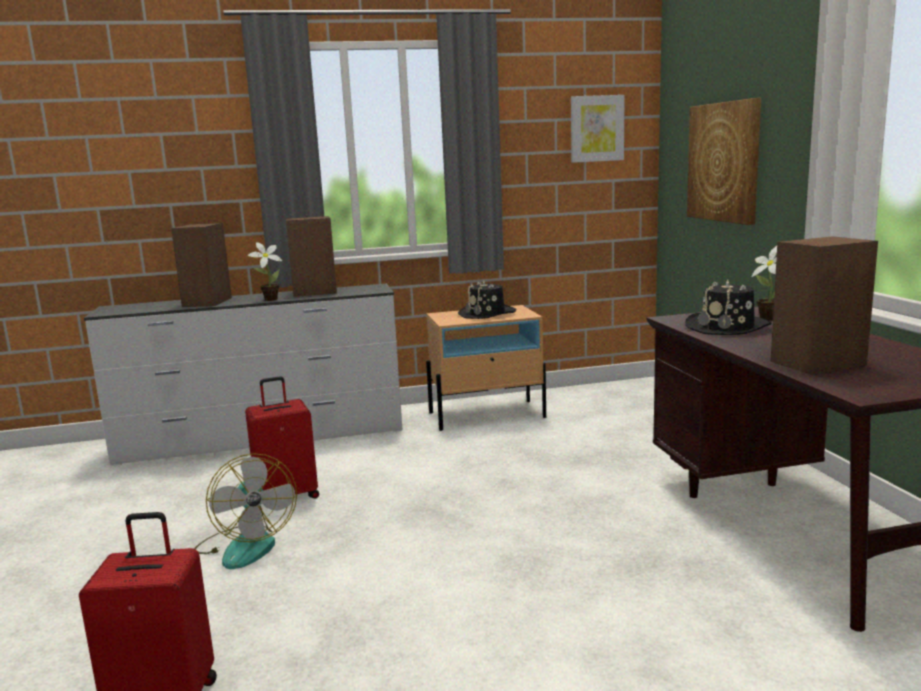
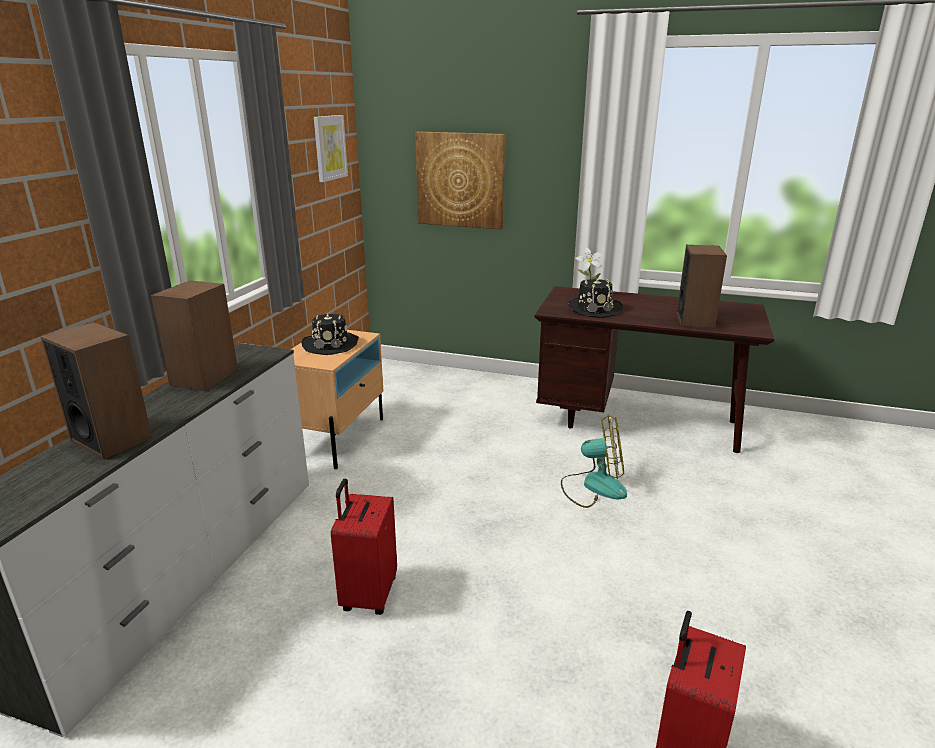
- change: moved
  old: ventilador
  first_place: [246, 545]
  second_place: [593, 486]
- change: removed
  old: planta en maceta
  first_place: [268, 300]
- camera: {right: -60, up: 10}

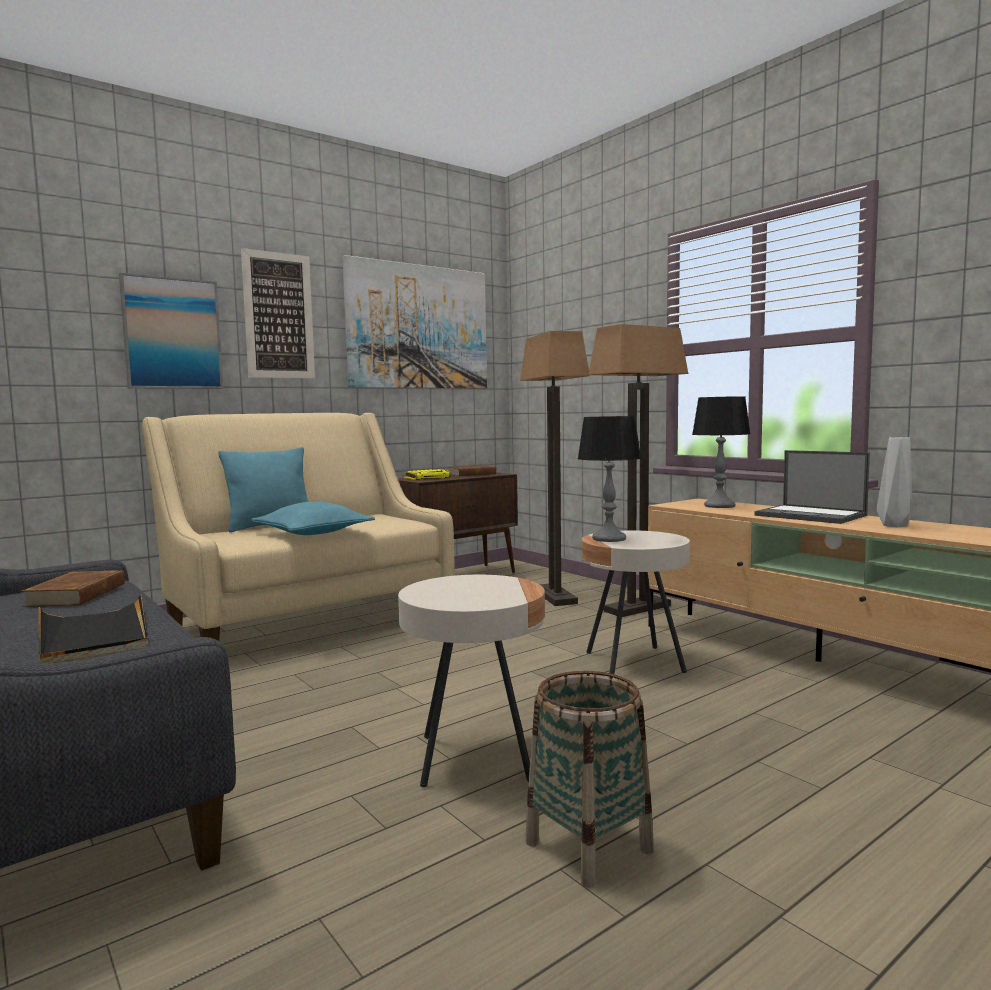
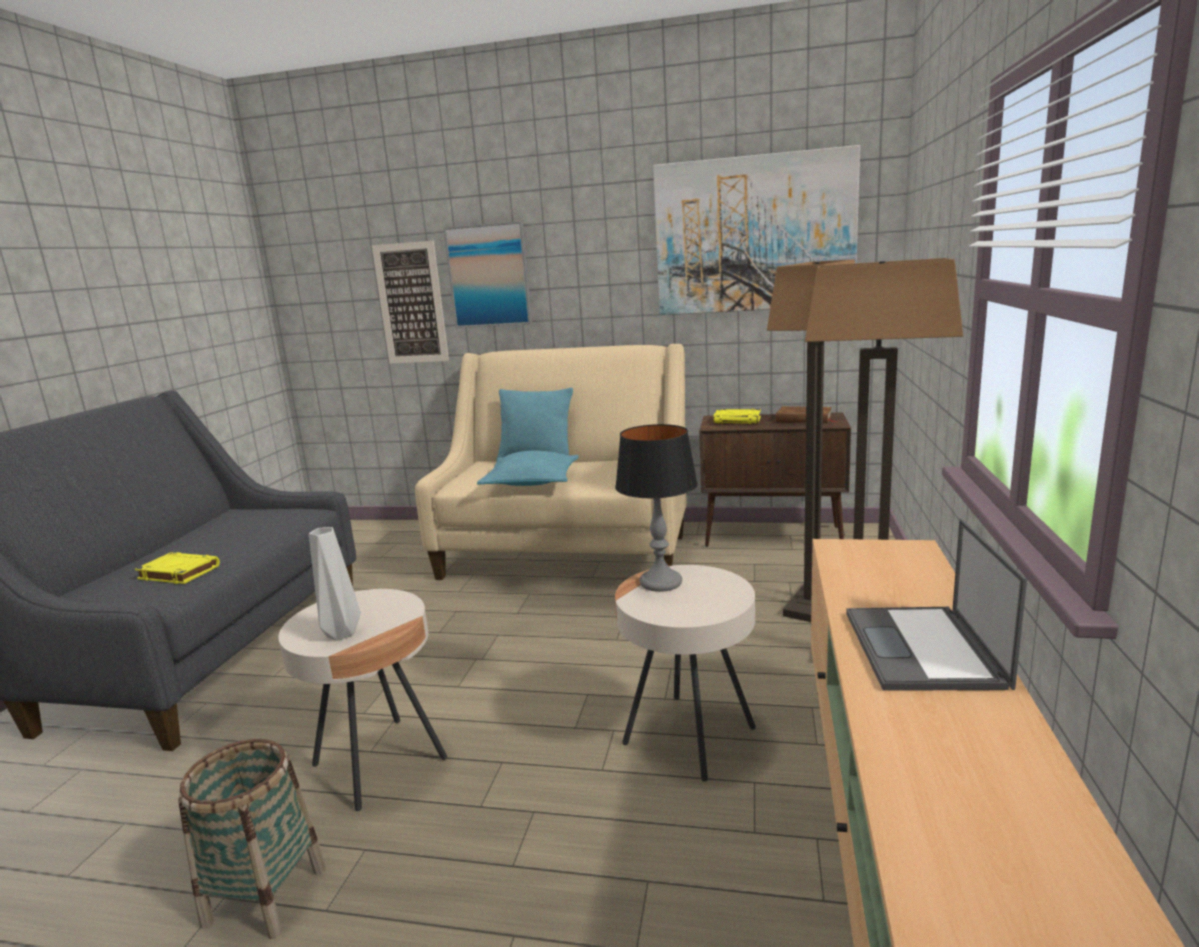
- change: replaced
  old: bandeja/negro
  new: libro/amarillo
  first_place: [94, 636]
  second_place: [178, 573]
- change: moved
  old: florero/gris
  first_place: [894, 525]
  second_place: [343, 633]
- change: moved
  old: cuadro
  first_place: [278, 316]
  second_place: [411, 303]
- change: removed
  old: libro/marrón
  first_place: [77, 594]
- change: removed
  old: lámpara de mesa
  first_place: [719, 506]
- camera: {right: 50, up: 10}

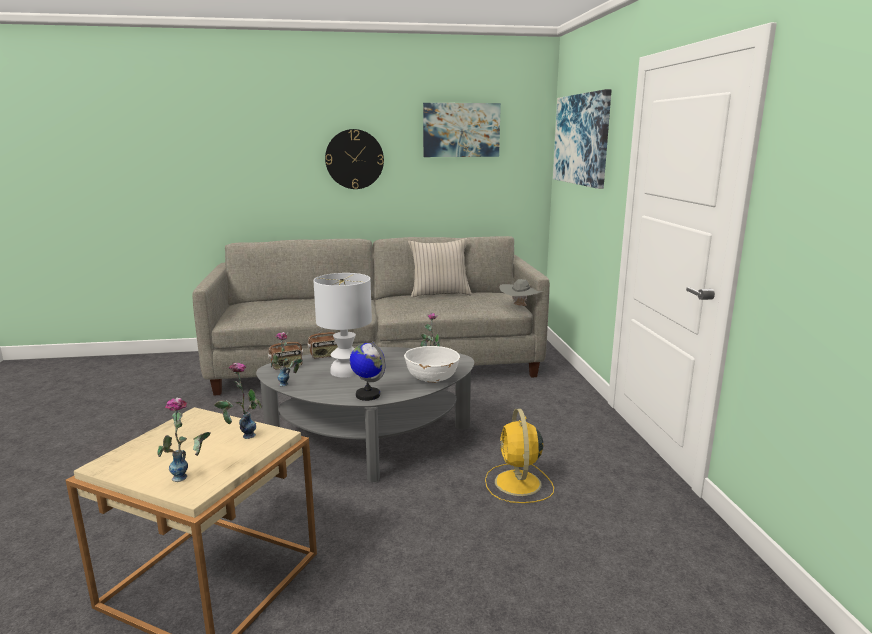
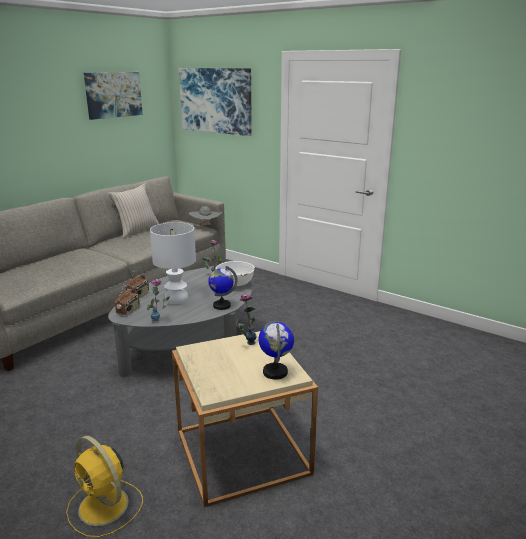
- change: moved
  old: ventilador/amarillo
  first_place: [518, 484]
  second_place: [105, 507]
- change: replaced
  old: florero
  new: globo terráqueo
  first_place: [190, 478]
  second_place: [275, 372]
- change: removed
  old: reloj de pared
  first_place: [354, 159]
- camera: {right: -45, up: 5}

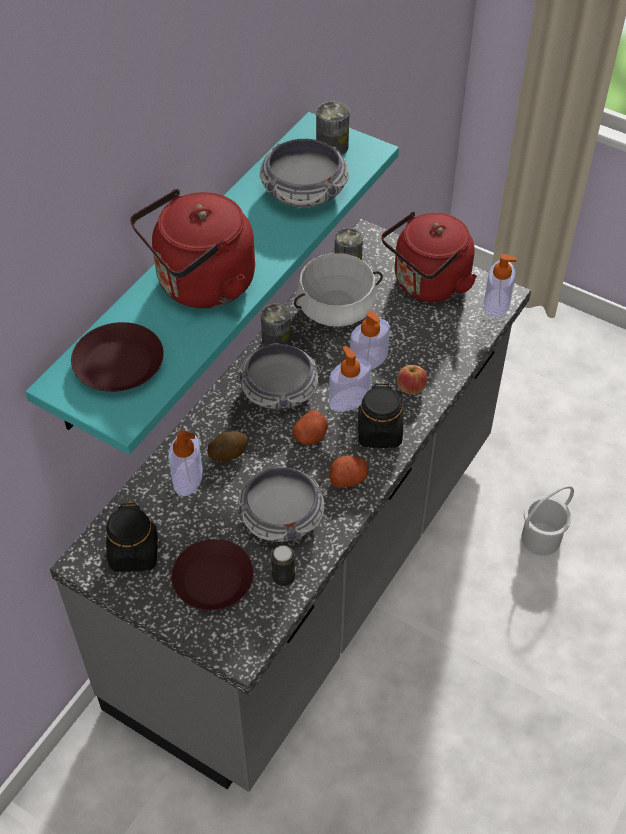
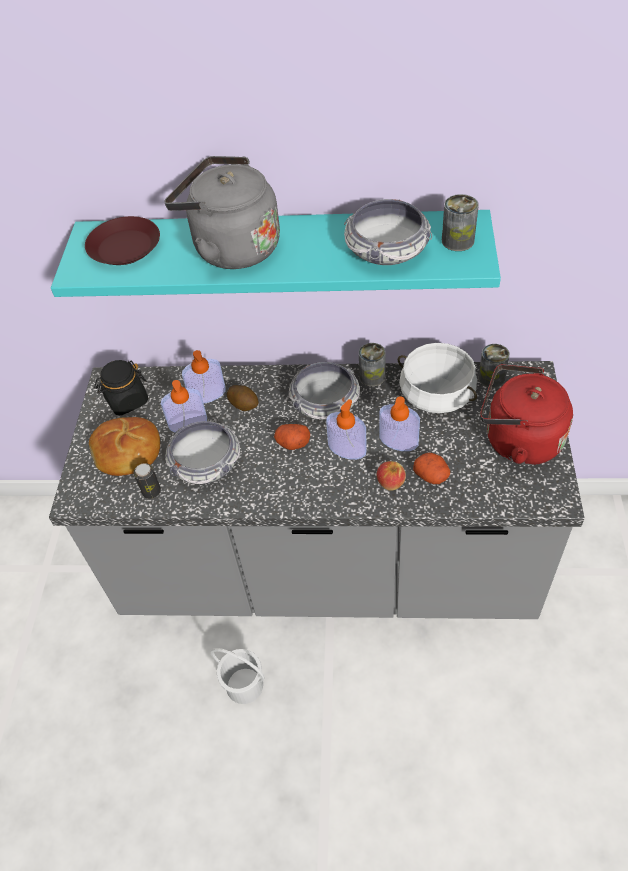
- change: replaced
  old: plato/marrón
  new: pan
  first_place: [213, 580]
  second_place: [128, 453]
- change: moved
  old: dispensador de jabón
  first_place: [496, 303]
  second_place: [188, 423]
- change: recoloured
  old: hervidor/rojo
  new: hervidor/gris
  first_place: [201, 286]
  second_place: [232, 248]
- change: moved
  old: cubo/blanco
  first_place: [540, 538]
  second_place: [244, 684]
- change: moved
  old: patata
  first_place: [348, 478]
  second_place: [432, 475]
- change: removed
  old: tarro/negro
  first_place: [379, 433]
- camera: {right: 65, up: 0}

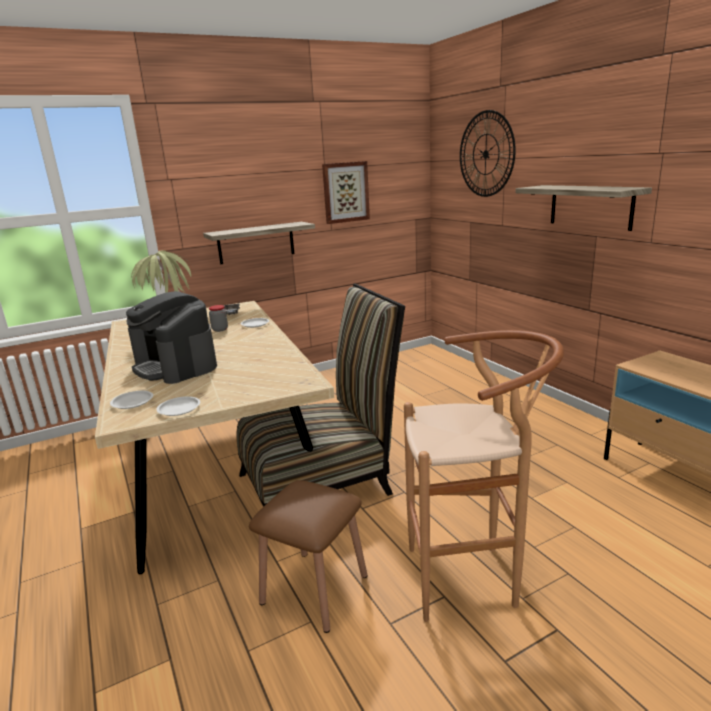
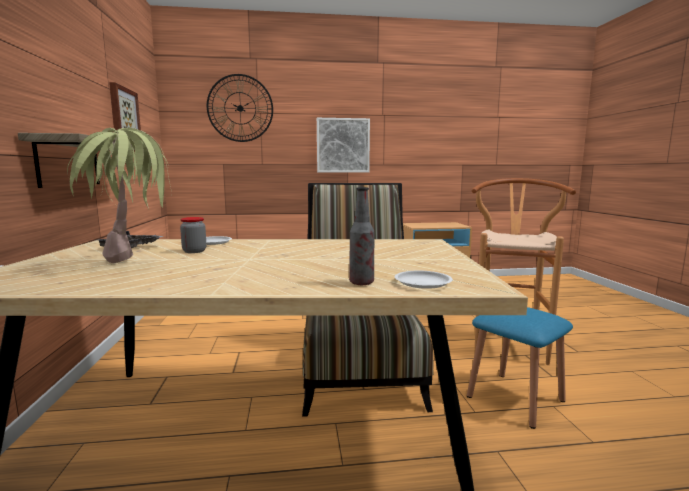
- change: replaced
  old: estante
  new: cuadro
  first_place: [590, 206]
  second_place: [343, 145]
- change: added
  new: botella
  second_place: [361, 283]
- change: recoloured
  old: taburete/marrón
  new: taburete/azul
  first_place: [314, 589]
  second_place: [515, 398]
- change: removed
  old: cafetera
  first_place: [176, 366]
- change: removed
  old: plato/blanco
  first_place: [179, 409]
- camera: {right: -70, up: -10}

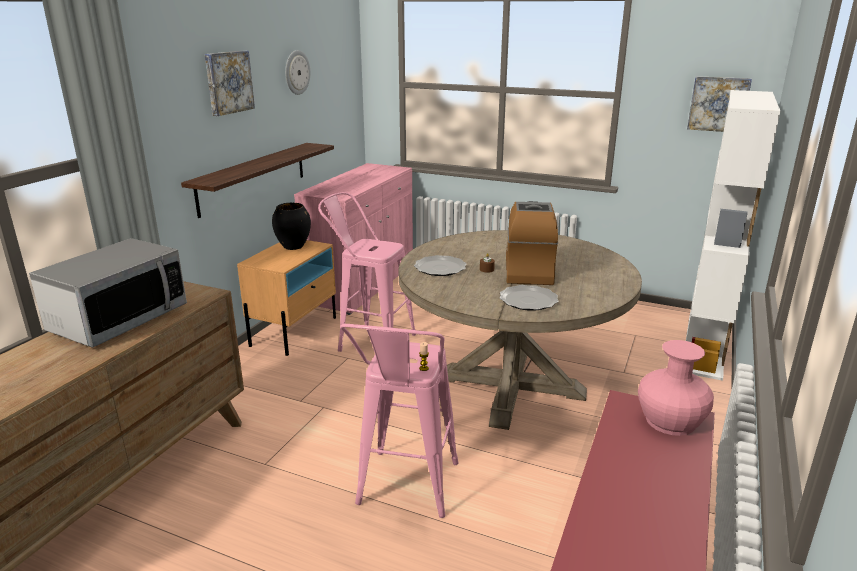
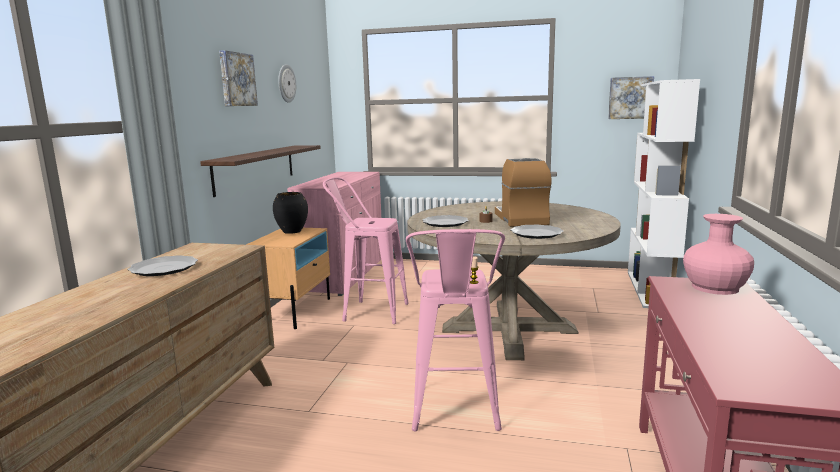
- change: replaced
  old: microondas
  new: plato
  first_place: [119, 319]
  second_place: [164, 268]
- camera: {right: -10, up: -10}

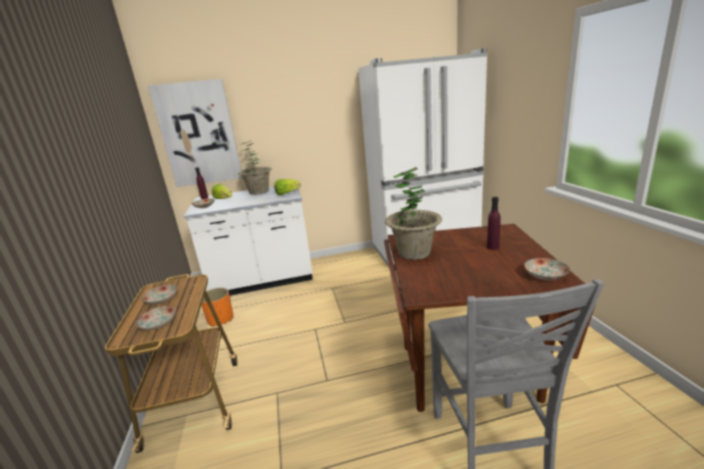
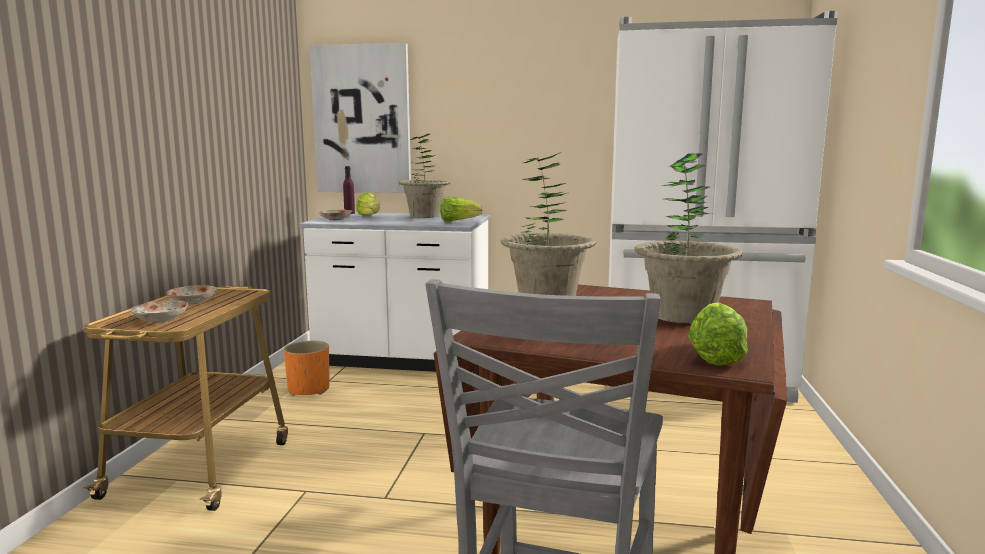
- change: replaced
  old: botella/morado
  new: planta en maceta
  first_place: [492, 247]
  second_place: [683, 316]
- change: replaced
  old: plato
  new: lechuga
  first_place: [545, 276]
  second_place: [715, 356]
- camera: {right: 20, up: -10}

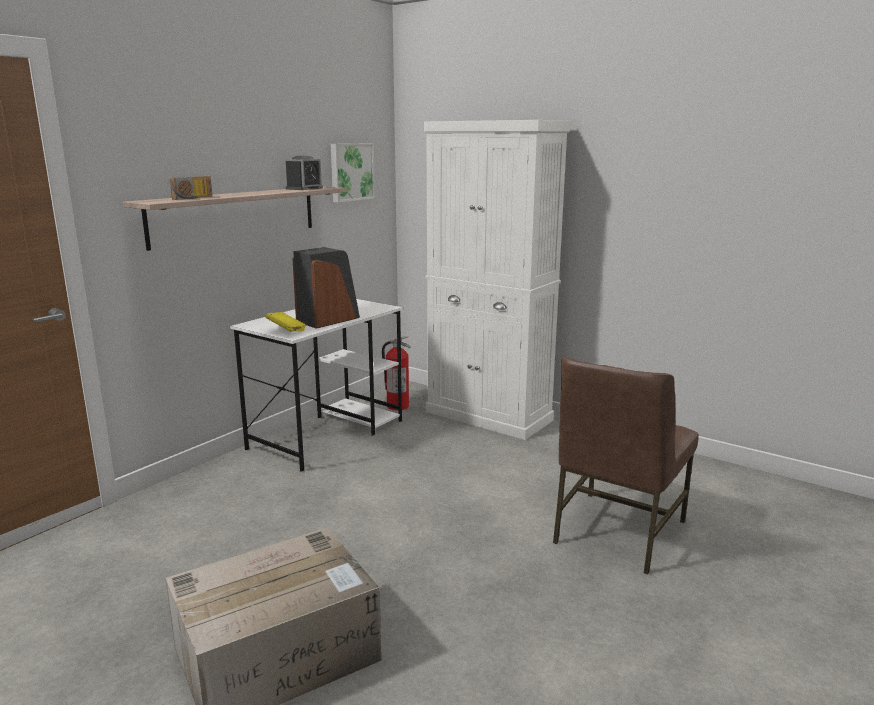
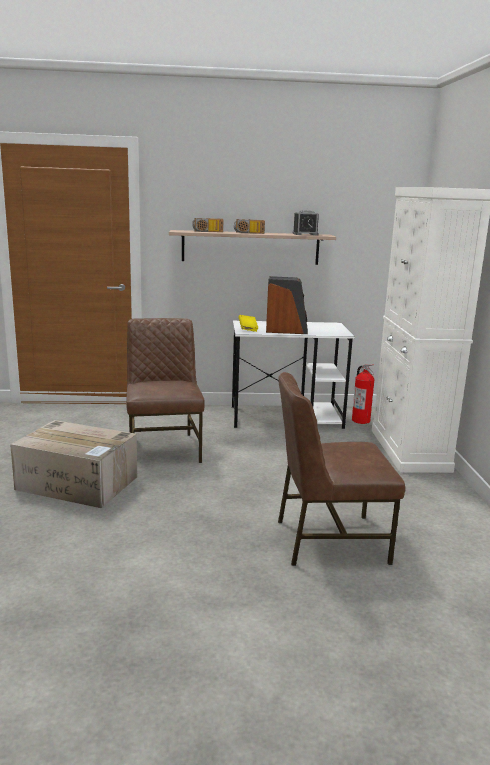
- change: added
  new: silla/marrón
  second_place: [164, 448]
- change: added
  new: radio
  second_place: [248, 233]
- change: removed
  old: cuadro
  first_place: [351, 172]
- camera: {right: 50, up: 0}

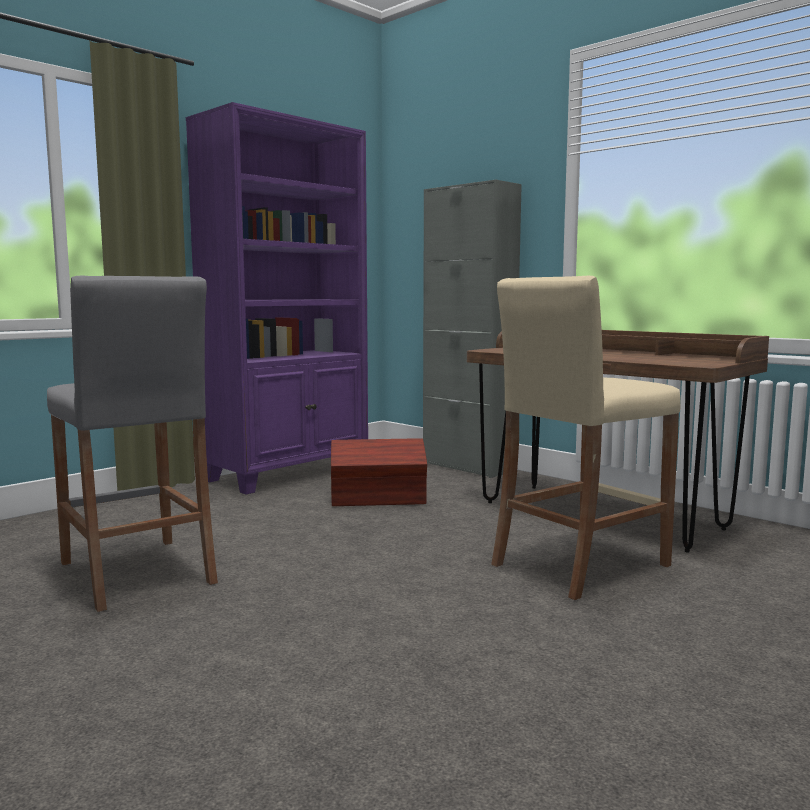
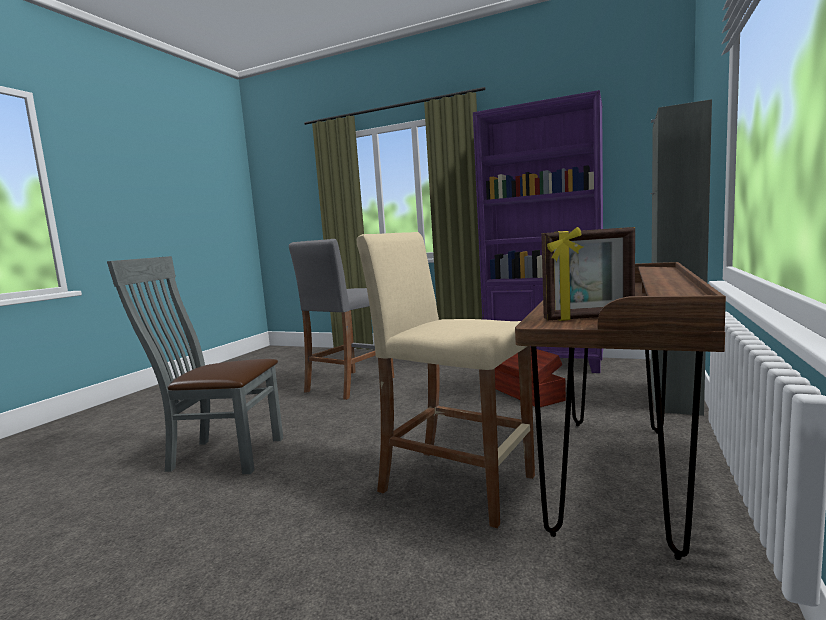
- change: added
  new: silla/gris
  second_place: [220, 455]
- change: added
  new: portarretratos
  second_place: [589, 318]
- camera: {right: 70, up: 0}

